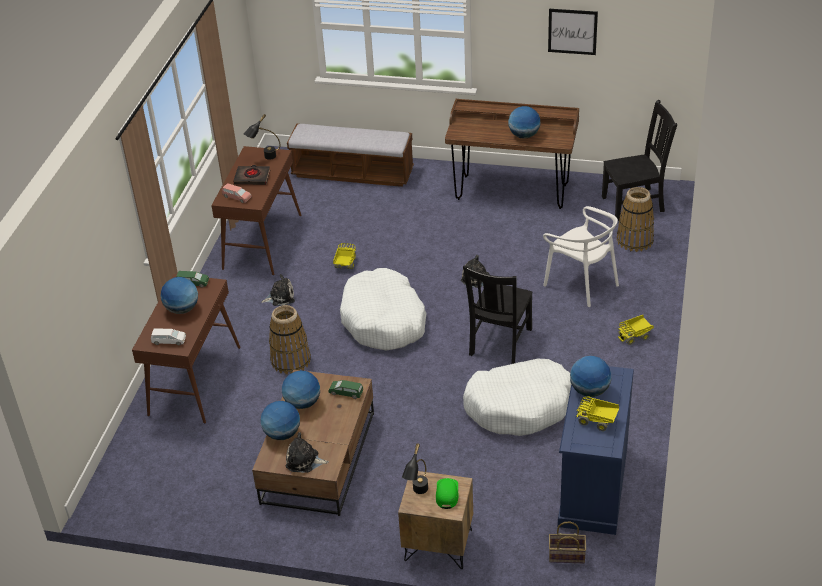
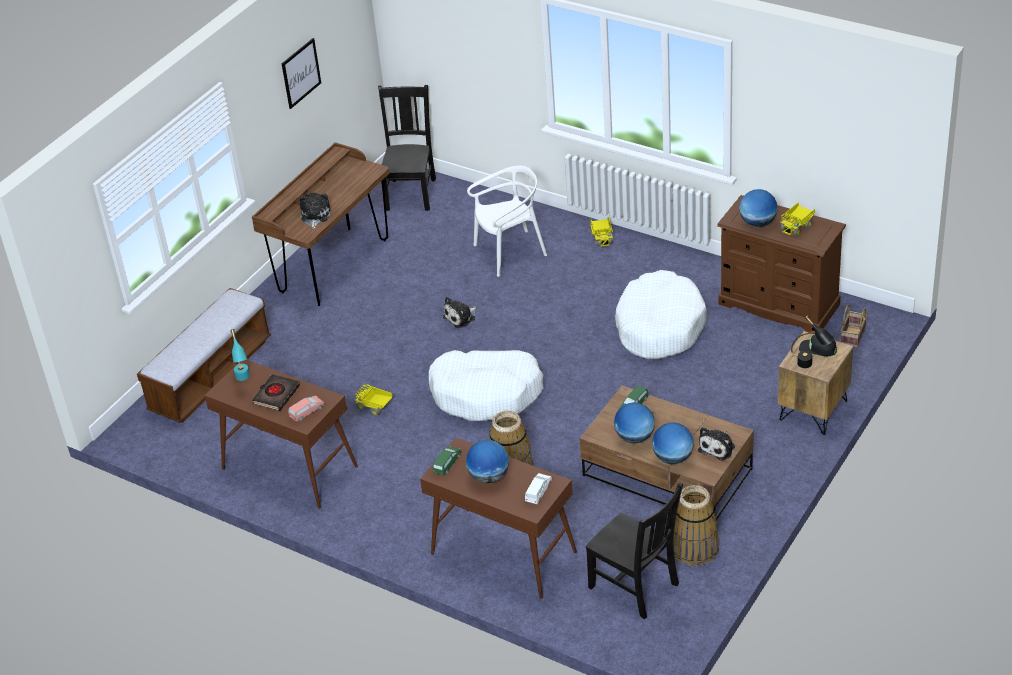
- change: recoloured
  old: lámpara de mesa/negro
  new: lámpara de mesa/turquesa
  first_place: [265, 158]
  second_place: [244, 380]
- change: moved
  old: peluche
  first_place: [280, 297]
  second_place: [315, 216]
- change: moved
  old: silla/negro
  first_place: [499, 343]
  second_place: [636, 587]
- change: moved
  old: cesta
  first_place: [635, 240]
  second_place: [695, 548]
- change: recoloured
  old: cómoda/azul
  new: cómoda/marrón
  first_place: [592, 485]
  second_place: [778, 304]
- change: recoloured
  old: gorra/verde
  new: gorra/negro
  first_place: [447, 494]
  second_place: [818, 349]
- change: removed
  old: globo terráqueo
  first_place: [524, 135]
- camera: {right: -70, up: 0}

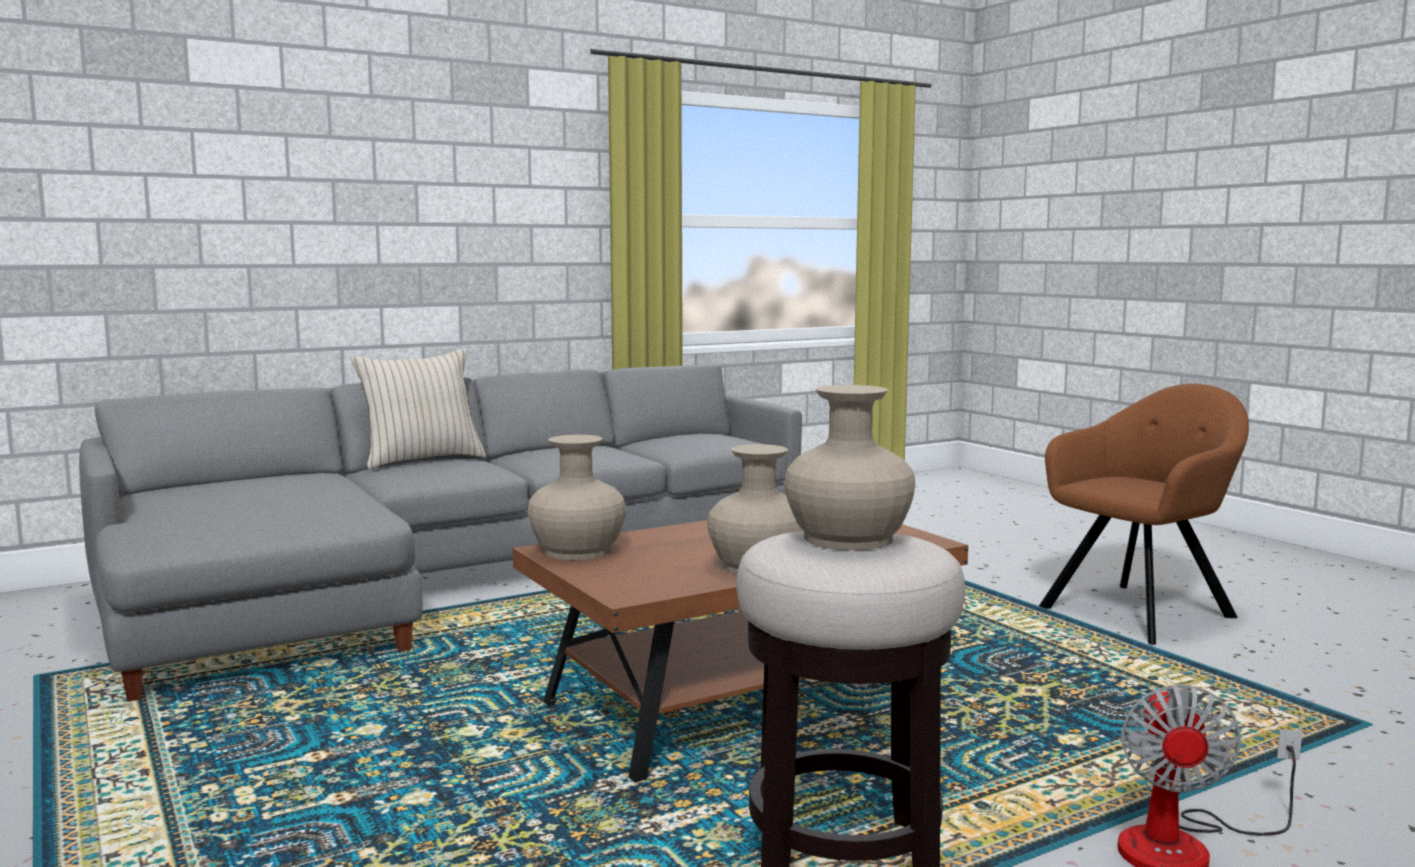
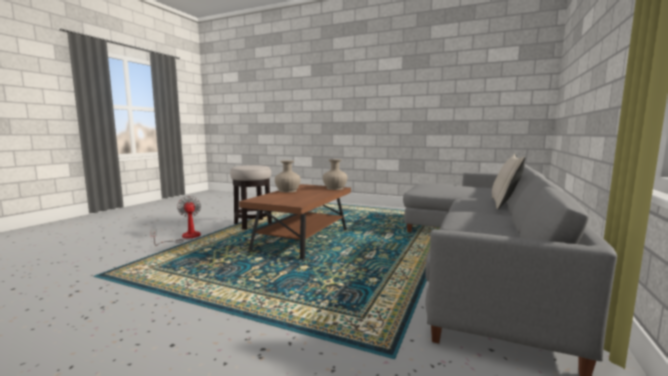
- change: removed
  old: florero/beis
  first_place: [848, 538]
- change: removed
  old: sillón/marrón
  first_place: [1141, 610]
- camera: {right: 145, up: 0}

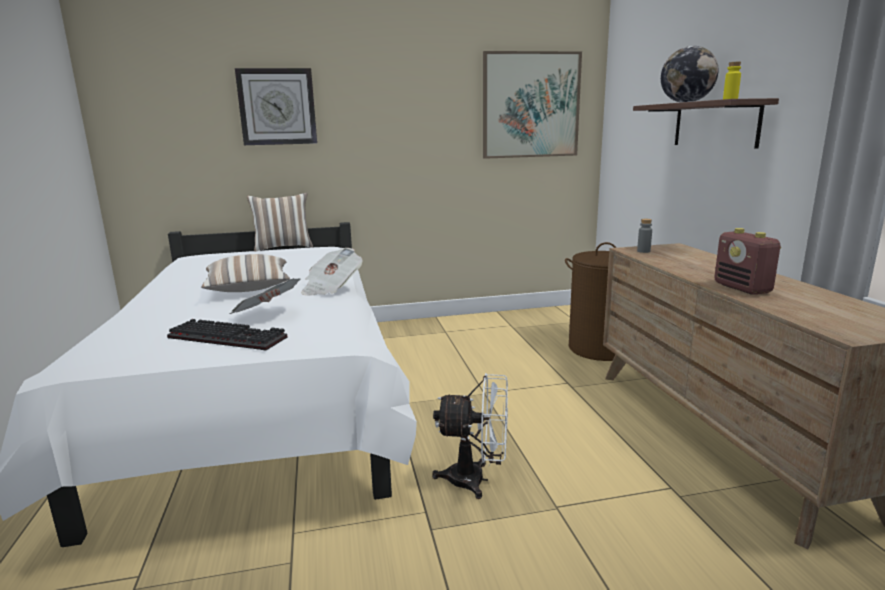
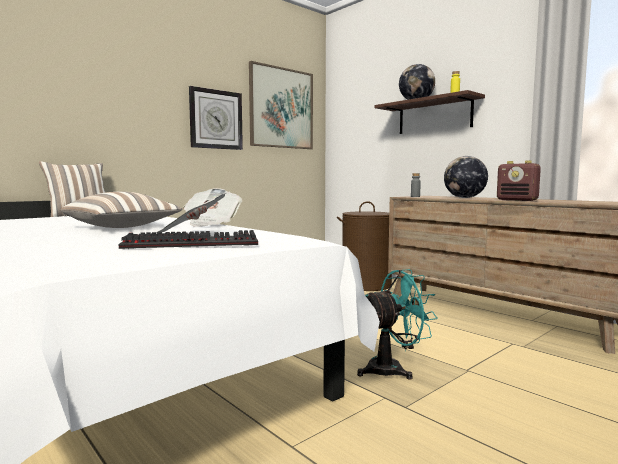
- change: moved
  old: reloj de pared
  first_place: [277, 107]
  second_place: [216, 119]
- change: recoloured
  old: ventilador/blanco
  new: ventilador/turquesa
  first_place: [476, 480]
  second_place: [392, 369]
- change: added
  new: globo terráqueo
  second_place: [464, 198]
- camera: {right: -30, up: -10}

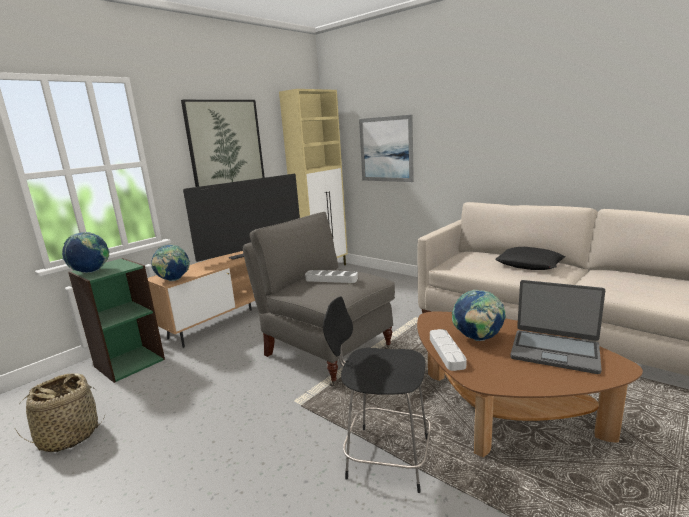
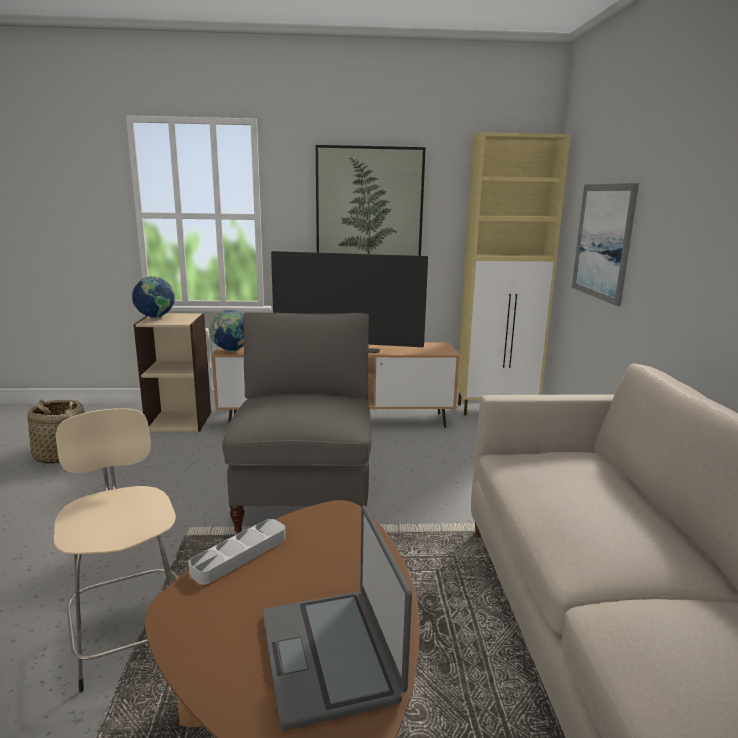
- change: recoloured
  old: taburete/negro
  new: taburete/beis
  first_place: [385, 457]
  second_place: [131, 636]
- change: recoloured
  old: estantería/verde
  new: estantería/beis
  first_place: [129, 362]
  second_place: [179, 421]
- change: removed
  old: bandeja/gris
  first_place: [331, 279]
- change: removed
  old: globo terráqueo
  first_place: [477, 339]
- change: removed
  old: cojín/negro
  first_place: [529, 264]
- camera: {right: 45, up: 0}

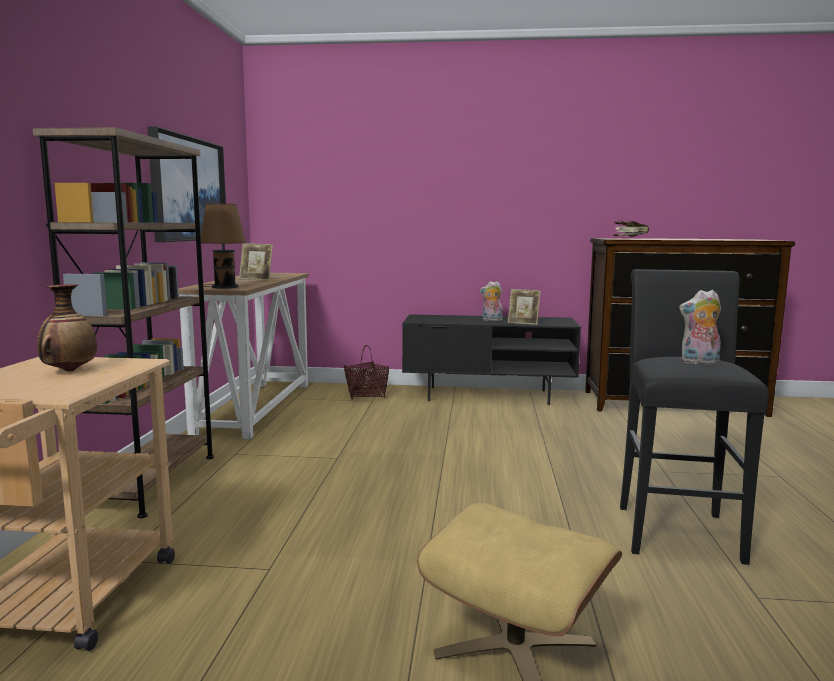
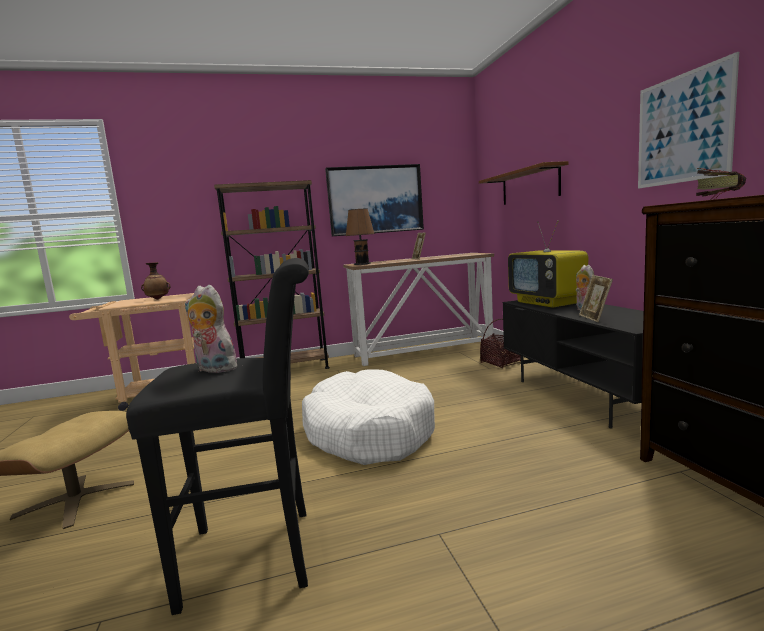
- change: turned
  old: peluche
  first_place: [699, 362]
  second_place: [213, 369]
  degrees: -45
- change: added
  new: cama para perro/blanco
  second_place: [368, 432]
- change: added
  new: estante/marrón
  second_place: [529, 186]
- change: added
  new: televisor
  second_place: [547, 302]
- change: added
  new: cuadro
  second_place: [682, 129]
- camera: {right: 70, up: 0}

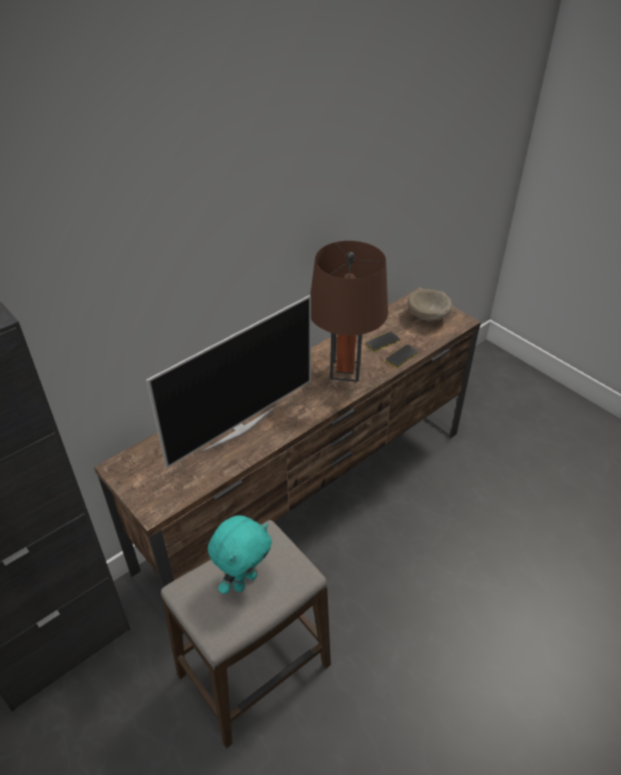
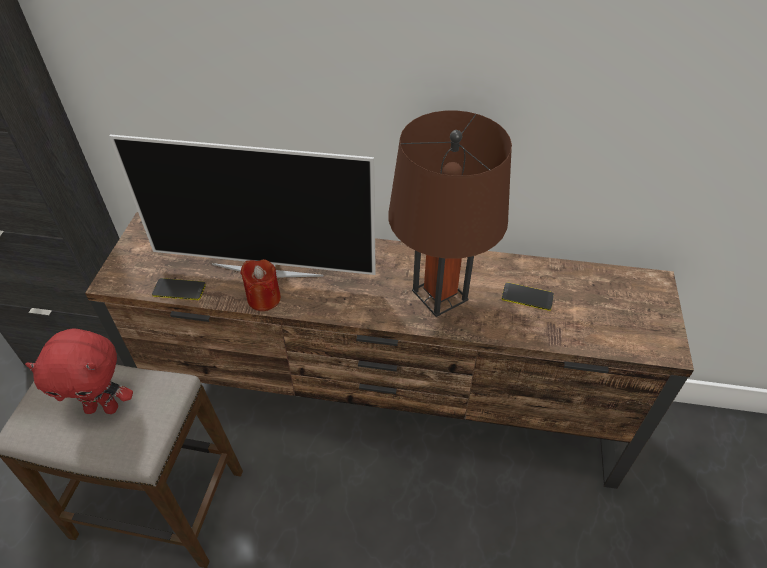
- change: recoloured
  old: peluche/turquesa
  new: peluche/rojo
  first_place: [244, 581]
  second_place: [103, 407]
- change: moved
  old: móvil
  first_place: [402, 356]
  second_place: [179, 290]
- change: added
  new: vela/rojo
  second_place: [264, 298]
- change: removed
  old: cuenco/beis
  first_place: [428, 317]
- camera: {right: 50, up: 5}

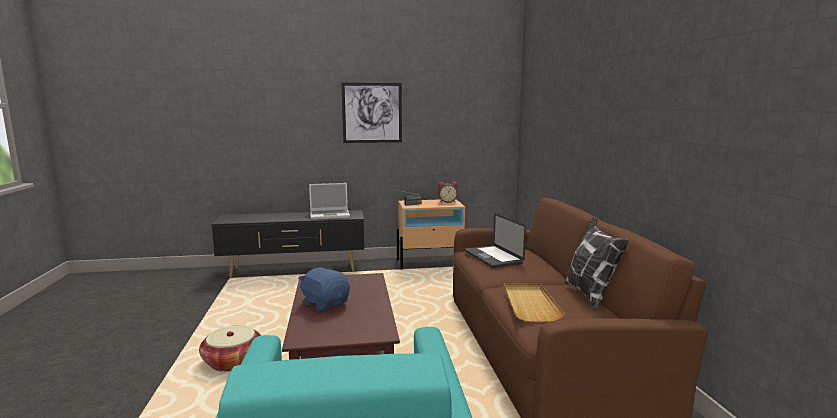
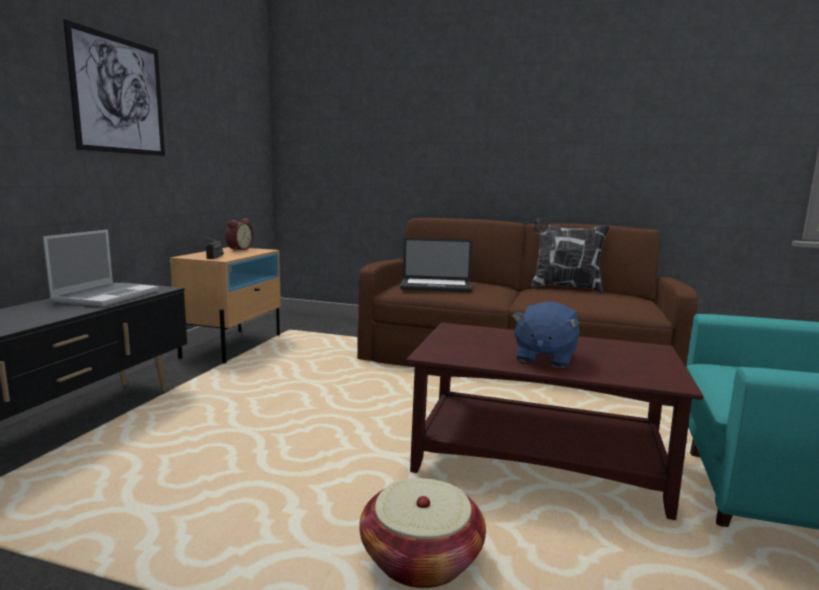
- change: turned
  old: peluche/azul
  first_place: [325, 304]
  second_place: [544, 358]
  degrees: -45
- change: removed
  old: bandeja/beis
  first_place: [529, 304]
- camera: {right: -65, up: 0}

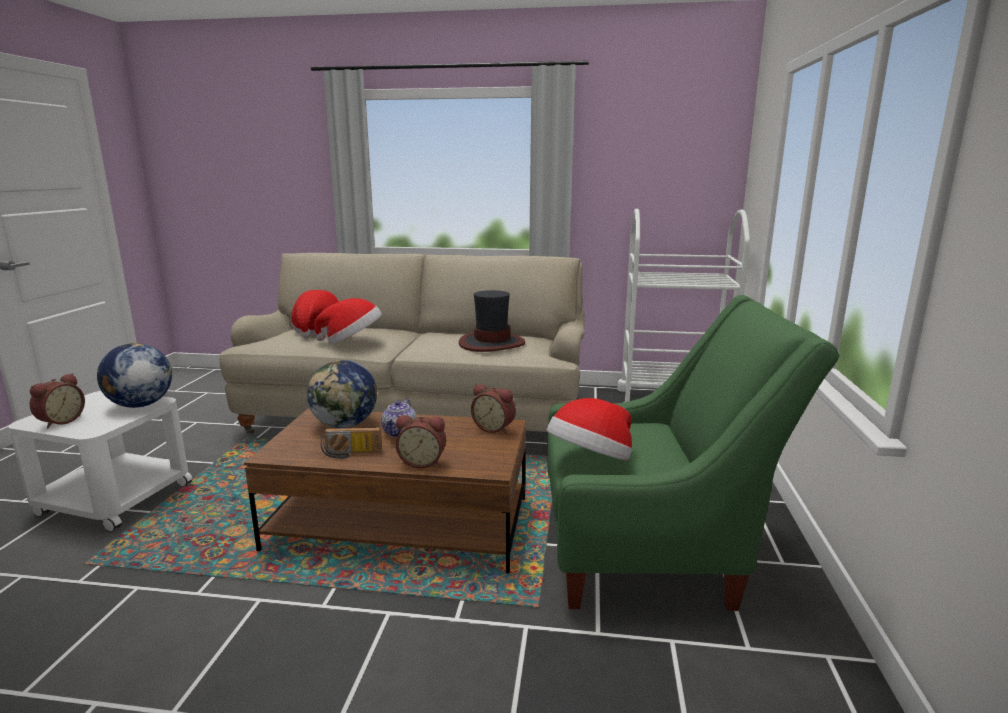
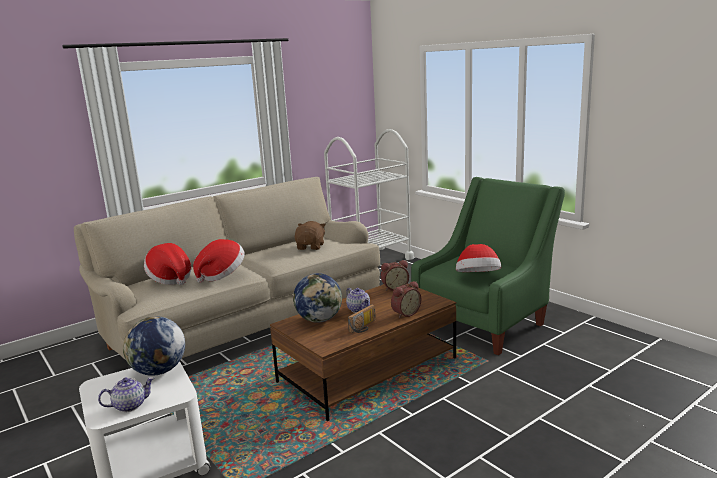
- change: replaced
  old: despertador
  new: tetera
  first_place: [60, 421]
  second_place: [130, 405]
- change: replaced
  old: sombrero
  new: peluche/marrón
  first_place: [491, 343]
  second_place: [311, 247]
- camera: {right: -45, up: 0}

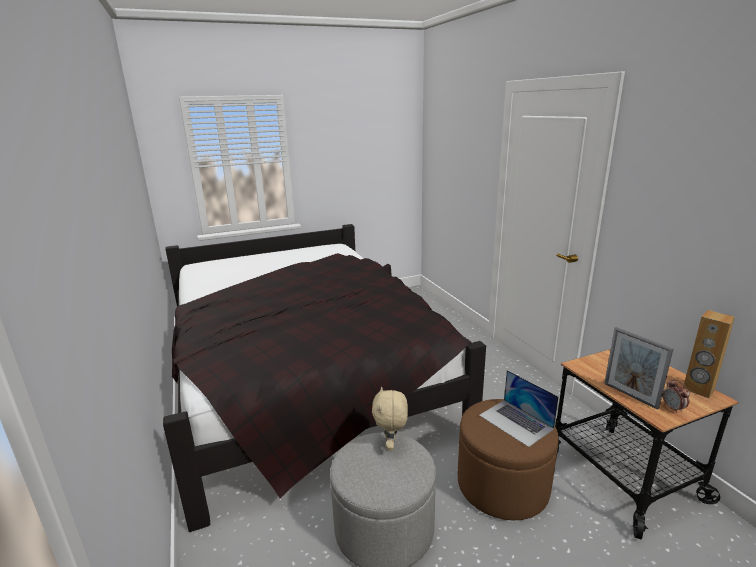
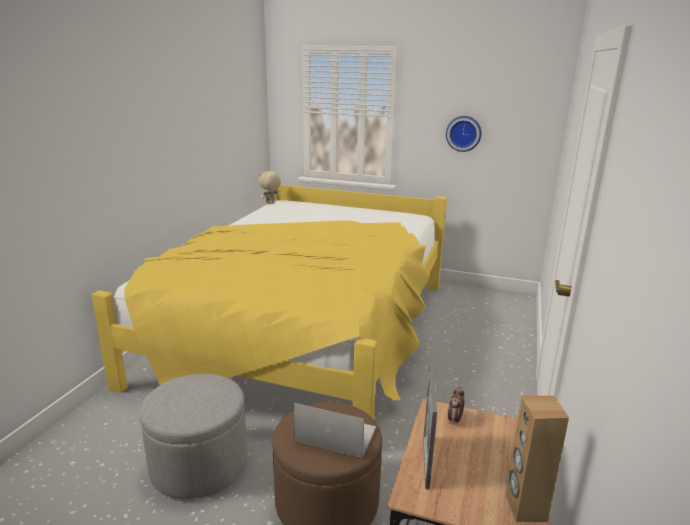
- change: recoloured
  old: cama/negro
  new: cama/amarillo
  first_place: [304, 377]
  second_place: [305, 330]
- change: moved
  old: peluche/beis
  first_place: [391, 444]
  second_place: [270, 203]
- change: turned
  old: portátil
  first_place: [516, 422]
  second_place: [335, 433]
  degrees: 105
- change: added
  new: reloj de pared
  second_place: [463, 133]
- change: moved
  old: despertador
  first_place: [673, 408]
  second_place: [454, 420]
- camera: {right: 40, up: 0}

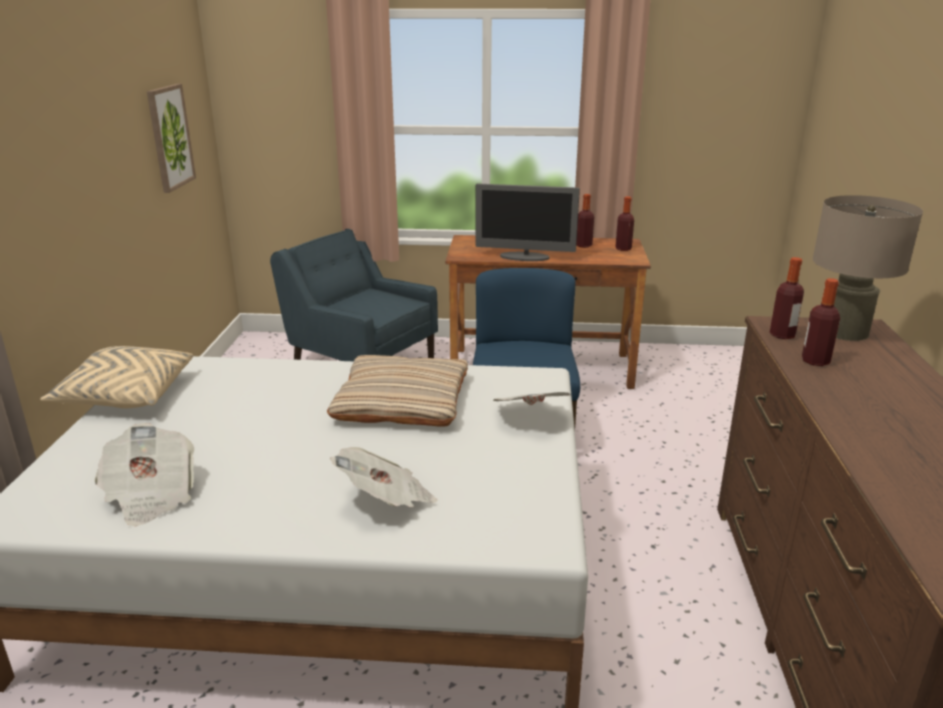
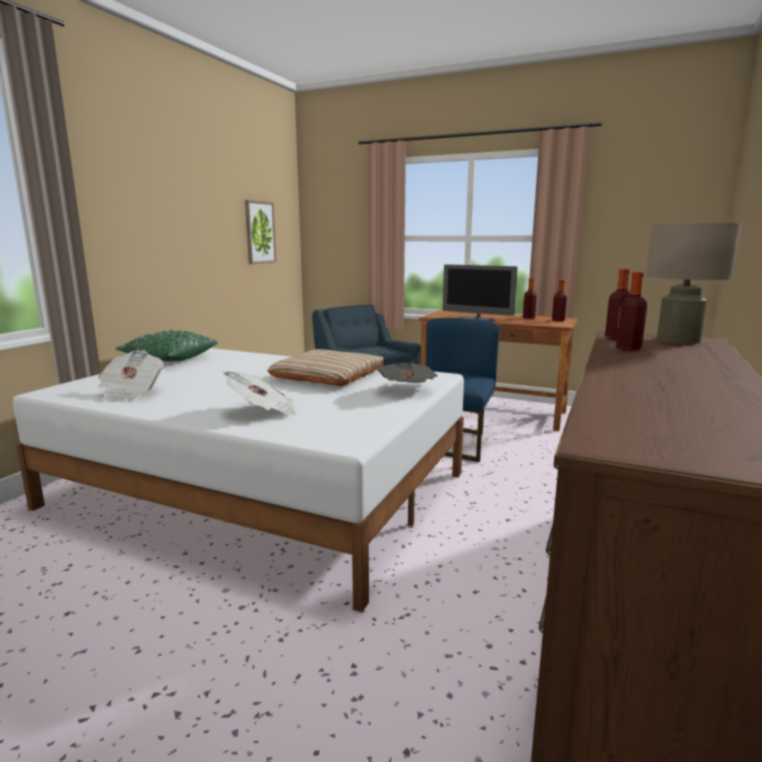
- change: recoloured
  old: cojín/beis
  new: cojín/verde
  first_place: [125, 395]
  second_place: [169, 359]
- camera: {right: 20, up: -10}

